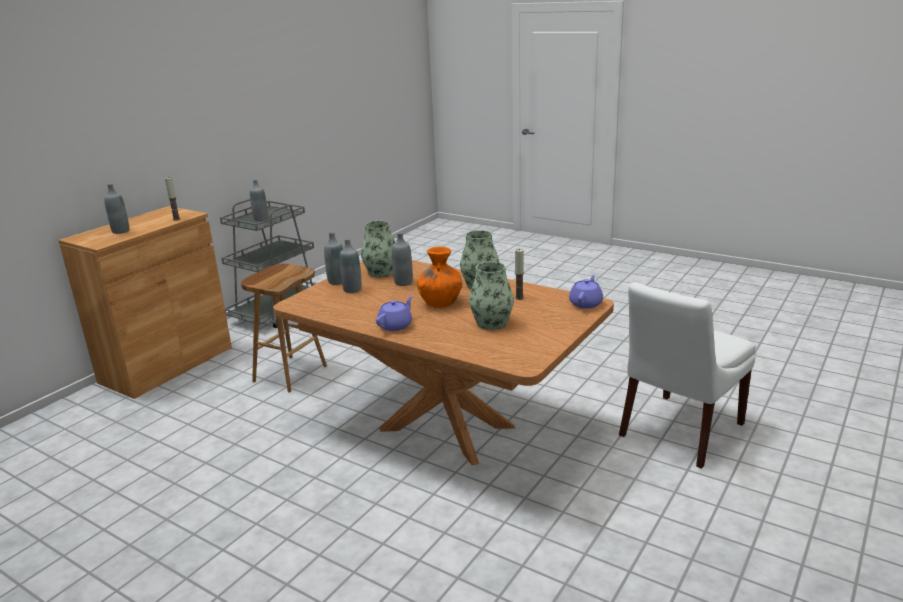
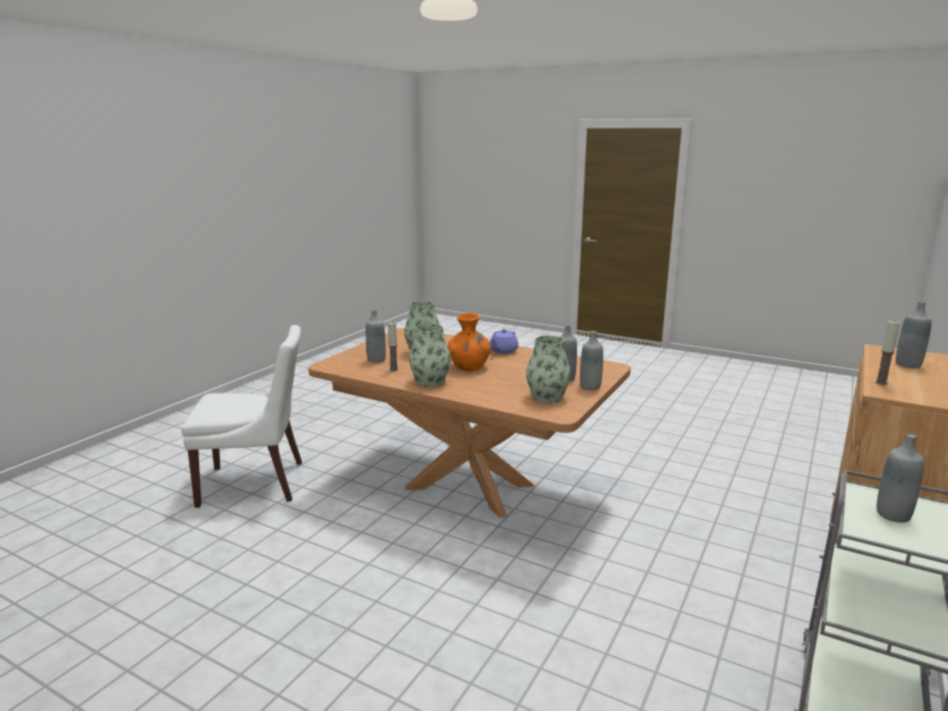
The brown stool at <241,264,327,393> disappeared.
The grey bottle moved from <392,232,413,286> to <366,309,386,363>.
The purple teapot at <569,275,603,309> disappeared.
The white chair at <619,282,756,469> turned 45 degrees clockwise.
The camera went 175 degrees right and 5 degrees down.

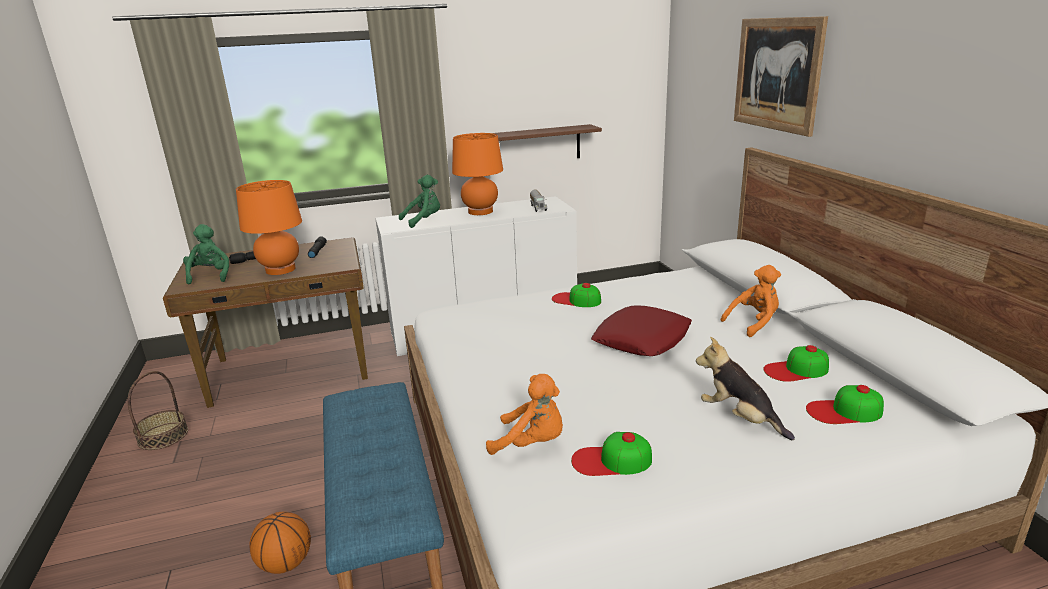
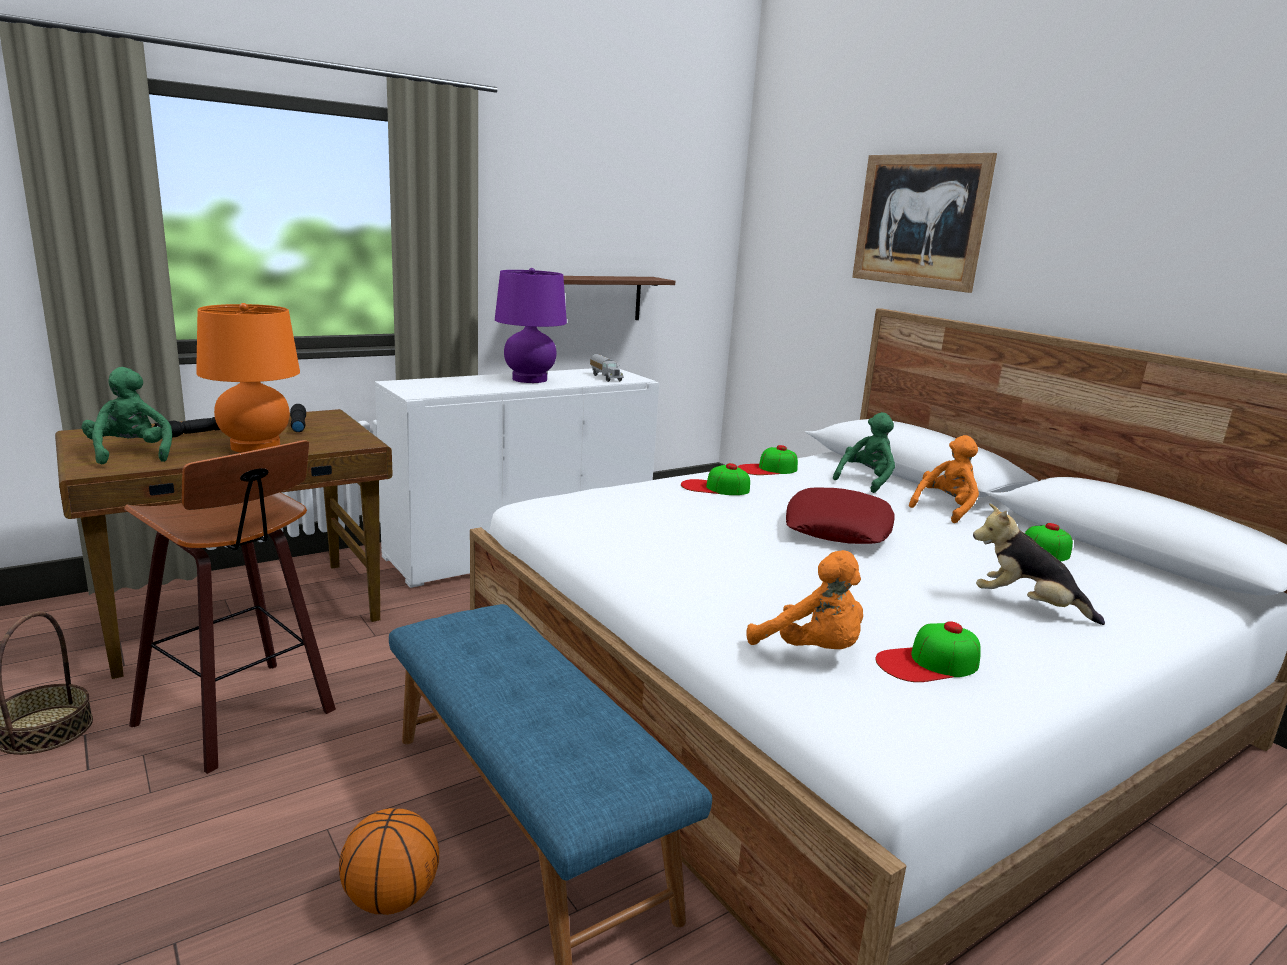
The green plush toy moved from <399,175,440,228> to <833,412,895,493>.
The orange table lamp at <452,133,503,215> became the purple table lamp at <495,268,567,383>.
The orange plush toy at <486,374,563,455> turned 45 degrees clockwise.
The cap moved from <806,385,884,424> to <738,445,798,475>.
The stool at <124,440,336,774> appeared.
The camera went 20 degrees left and 5 degrees down.

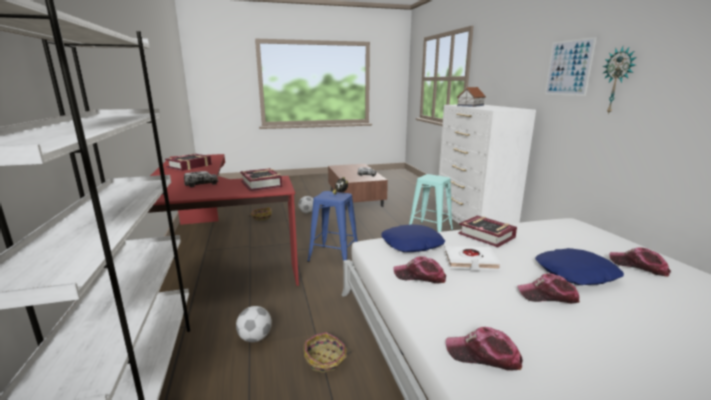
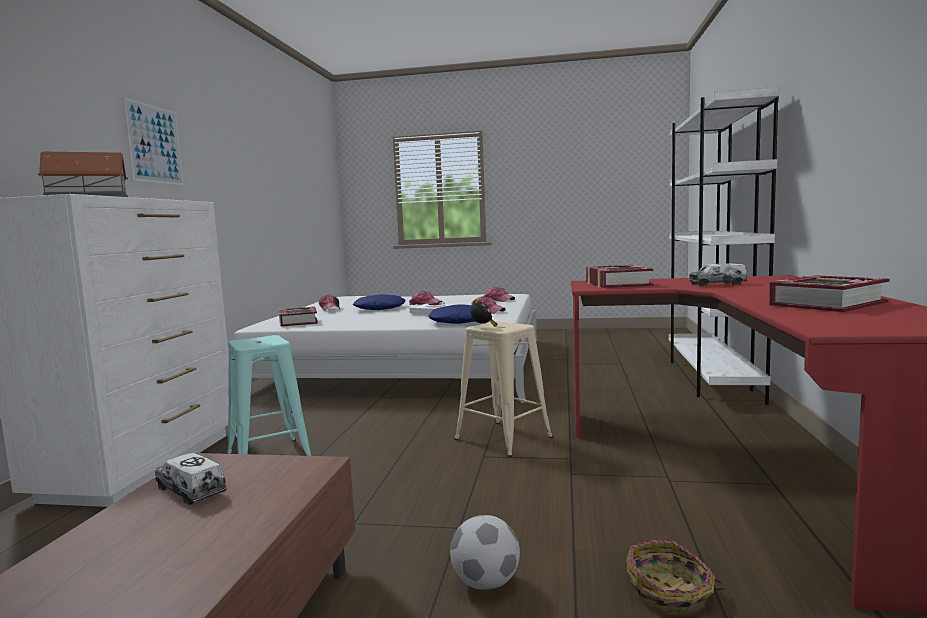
The football at <236,306,272,342> disappeared.
The basket at <303,332,352,373> disappeared.
The blue stool at <307,191,358,262> became the beige stool at <455,321,553,457>.
The book moved from <458,215,517,247> to <279,307,318,327>.
The wall clock at <602,46,637,115> disappeared.
The camera went 155 degrees left and 10 degrees down.

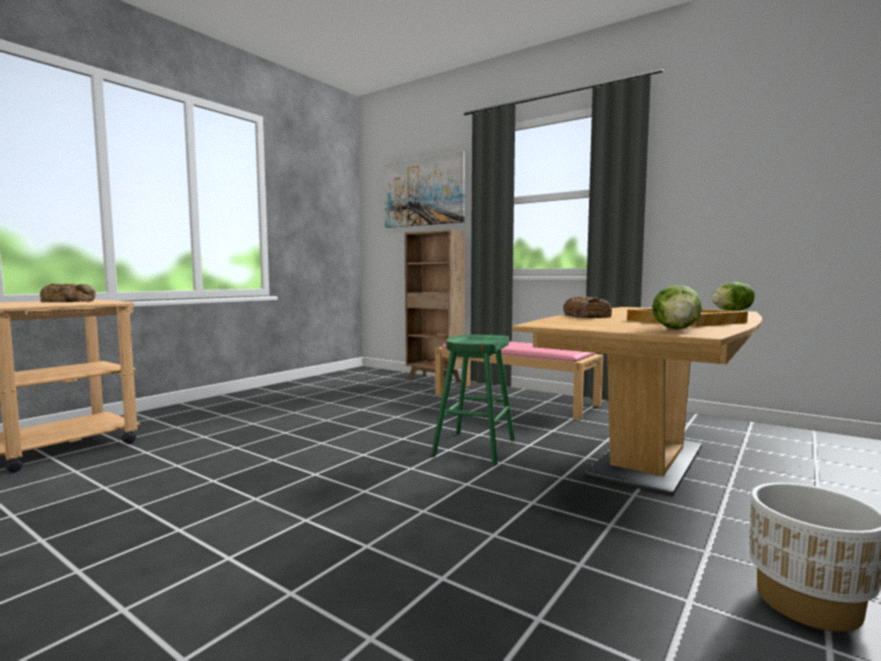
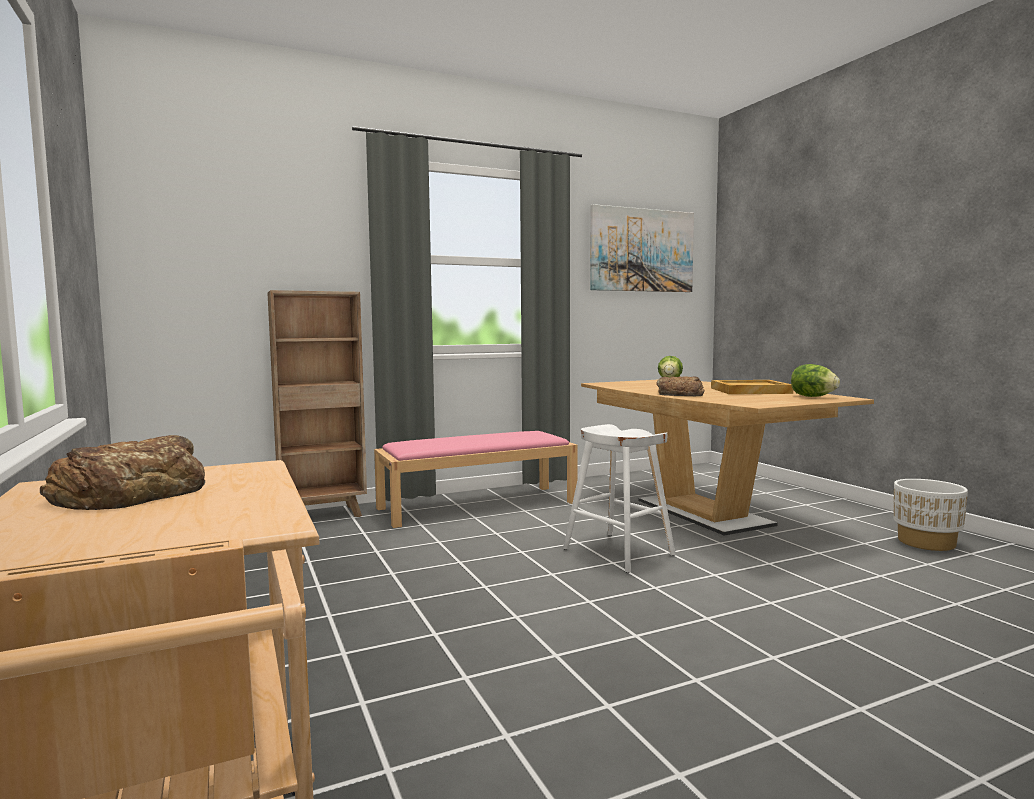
The picture moved from <384,151,465,228> to <590,204,694,292>.
The green stool at <431,335,515,465> became the white stool at <563,424,676,573>.
The camera went 60 degrees left and 0 degrees up.

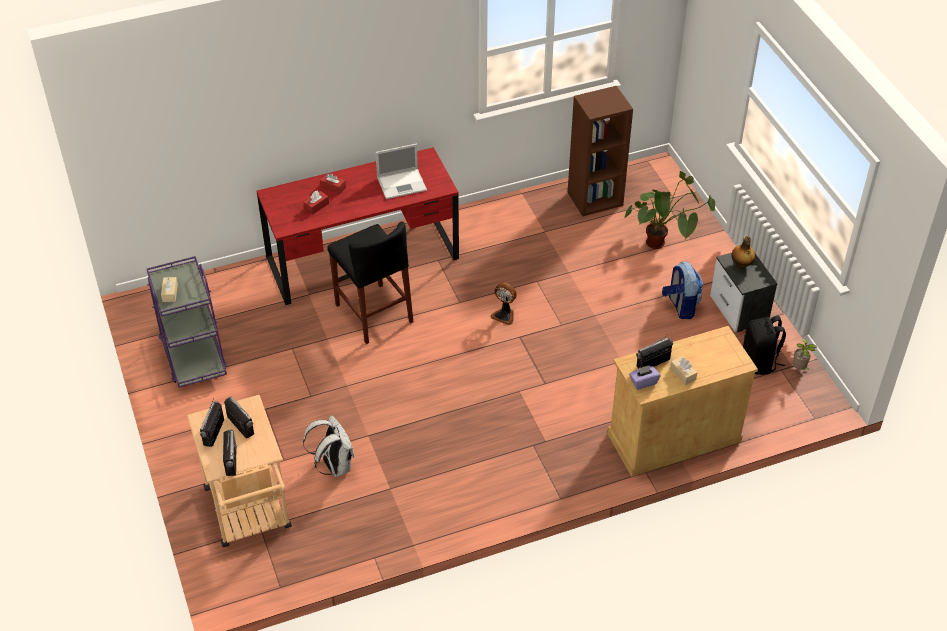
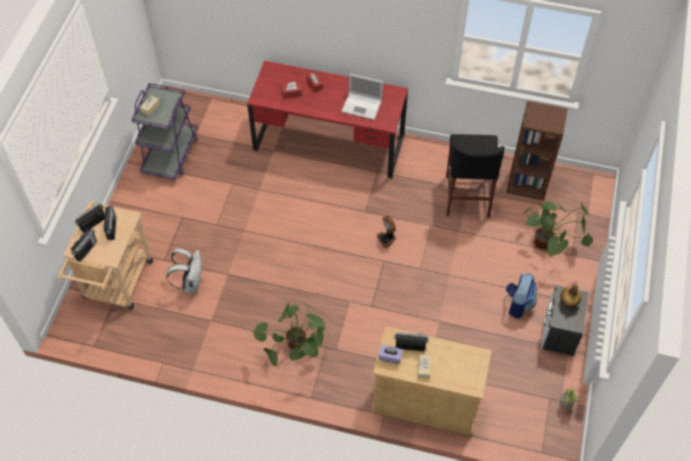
The black stool moved from <327,221,413,344> to <446,134,505,218>.
The black backpack at <743,316,786,375> disappeared.
The potted plant at <253,303,326,366> appeared.
The camera went 35 degrees right and 10 degrees up.

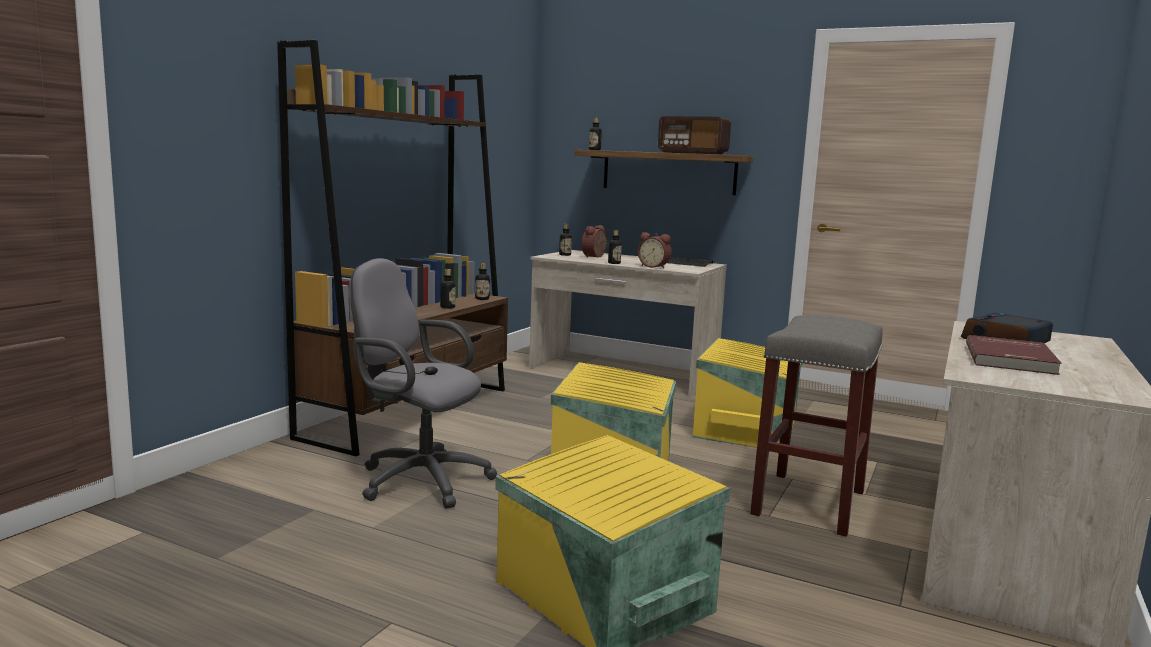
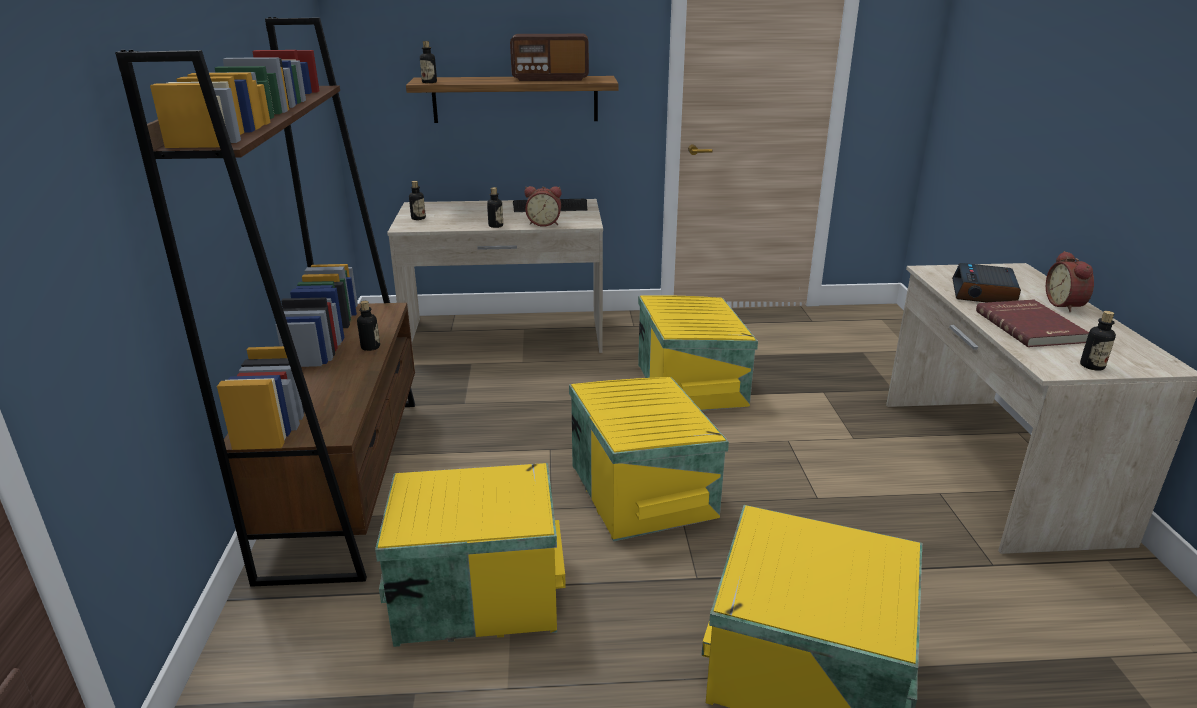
The grey office chair at <350,258,497,508> was replaced by the yellow storage box at <375,463,566,647>.
The bottle moved from <475,263,490,300> to <1080,311,1116,371>.
The alarm clock moved from <582,225,607,258> to <1046,251,1094,313>.
The grey stool at <750,315,883,537> disappeared.
The camera went 30 degrees left and 15 degrees up.

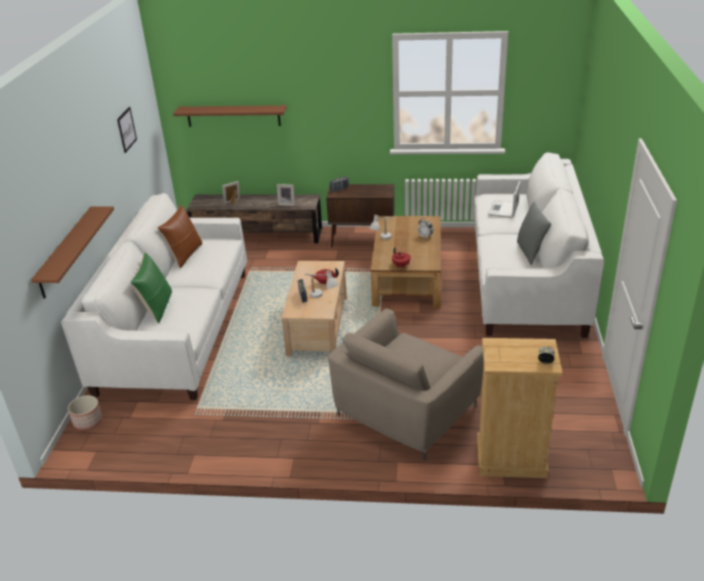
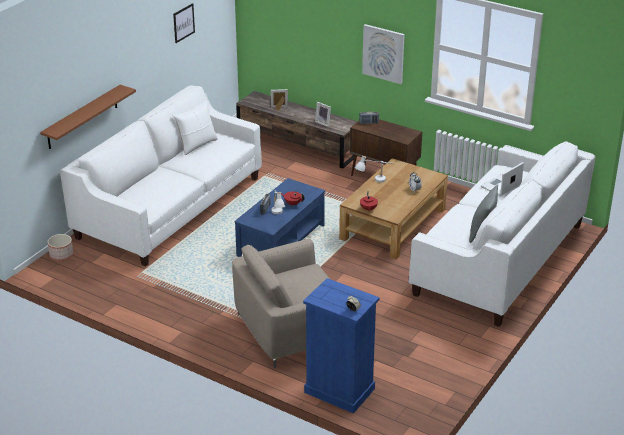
The green pillow at <131,253,172,323> disappeared.
The brown pillow at <157,205,202,268> became the white pillow at <173,100,218,155>.
The brown shelf at <173,105,287,127> disappeared.
The beige coffee table at <281,261,347,356> became the blue coffee table at <234,178,325,257>.
The beige dresser at <477,338,563,478> became the blue dresser at <303,278,380,414>.
The picture at <362,24,405,84> appeared.
The camera went 25 degrees right and 0 degrees up.

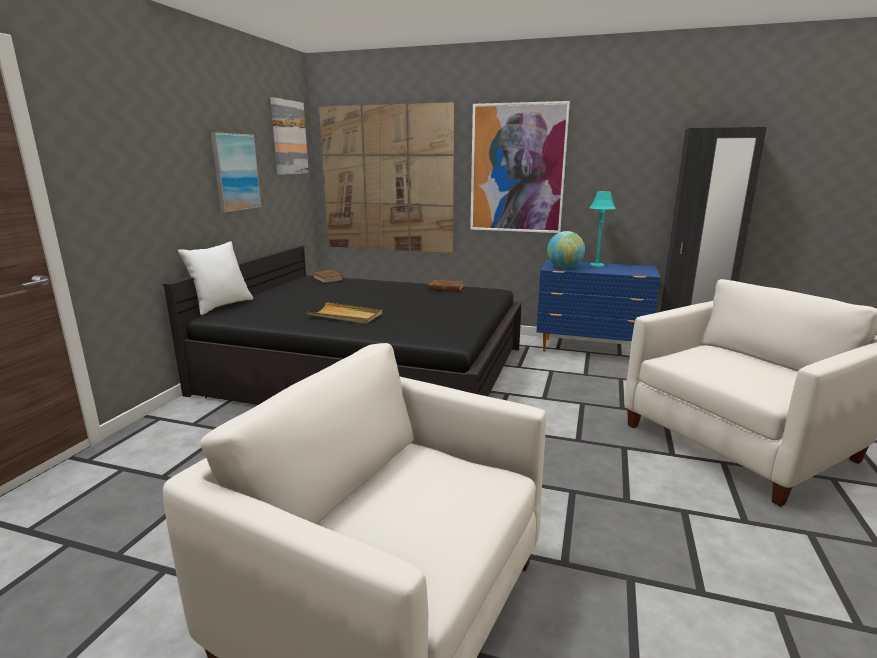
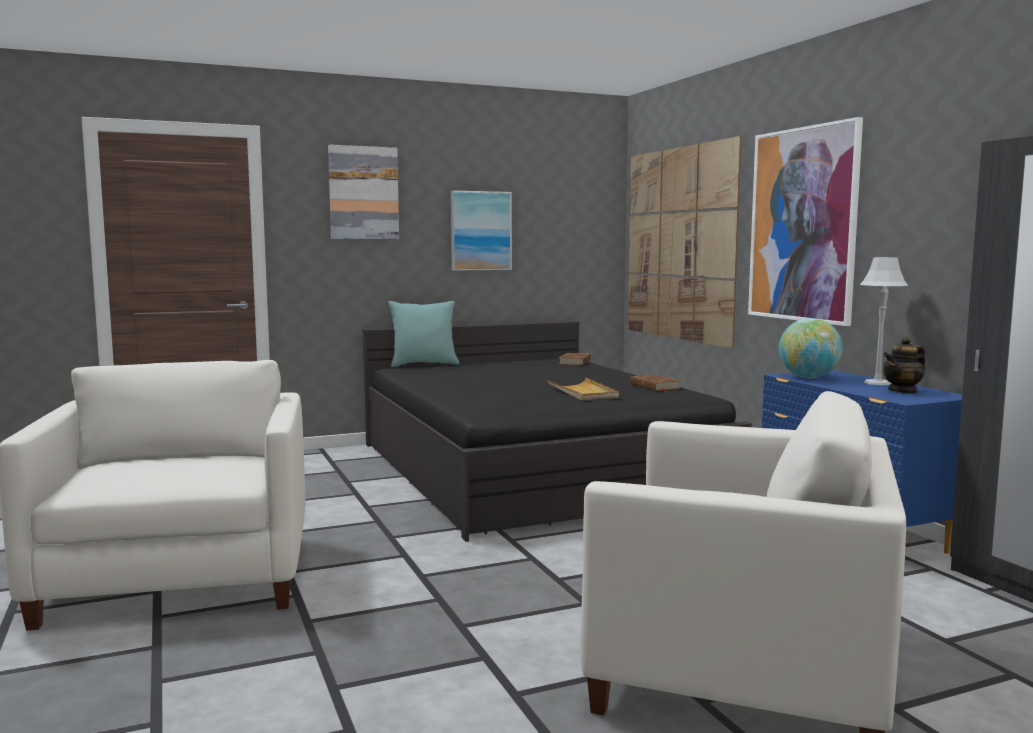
The white pillow at <178,241,253,315> became the turquoise pillow at <388,301,459,367>.
The picture moved from <270,97,309,175> to <328,145,399,239>.
The beige tray moved from <306,302,382,324> to <547,378,619,400>.
The turquoise table lamp at <589,191,616,267> became the grey table lamp at <860,257,908,385>.
The teapot at <883,337,925,394> appeared.
The camera went 50 degrees right and 10 degrees down.

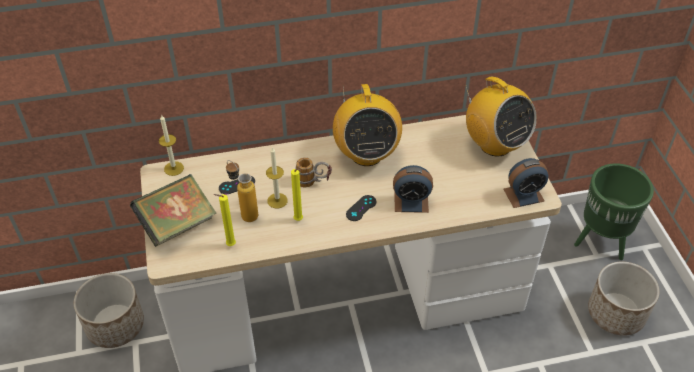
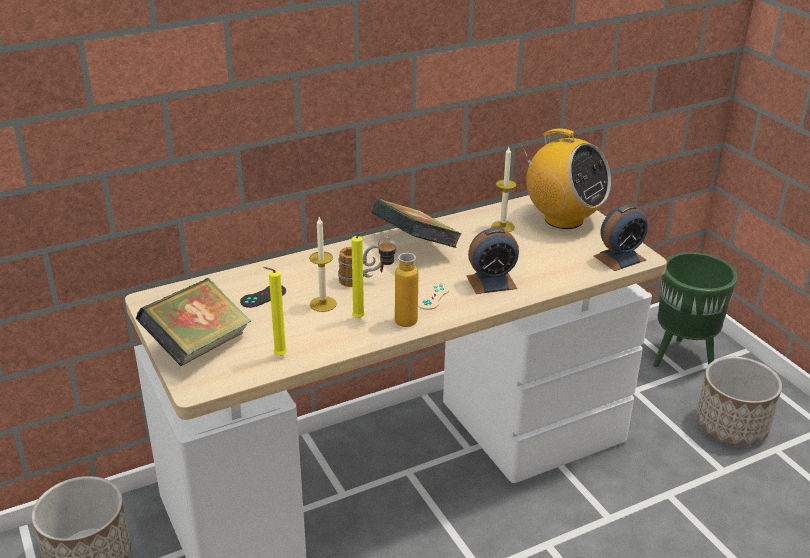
The candle moved from <159,114,184,176> to <491,147,517,232>.
The bottle moved from <226,160,258,222> to <378,237,419,327>.
The radio at <333,84,402,166> was replaced by the book at <371,199,462,248>.
The black game controller at <346,195,376,221> became the beige game controller at <418,282,450,310>.
The camera went 15 degrees left and 15 degrees down.

